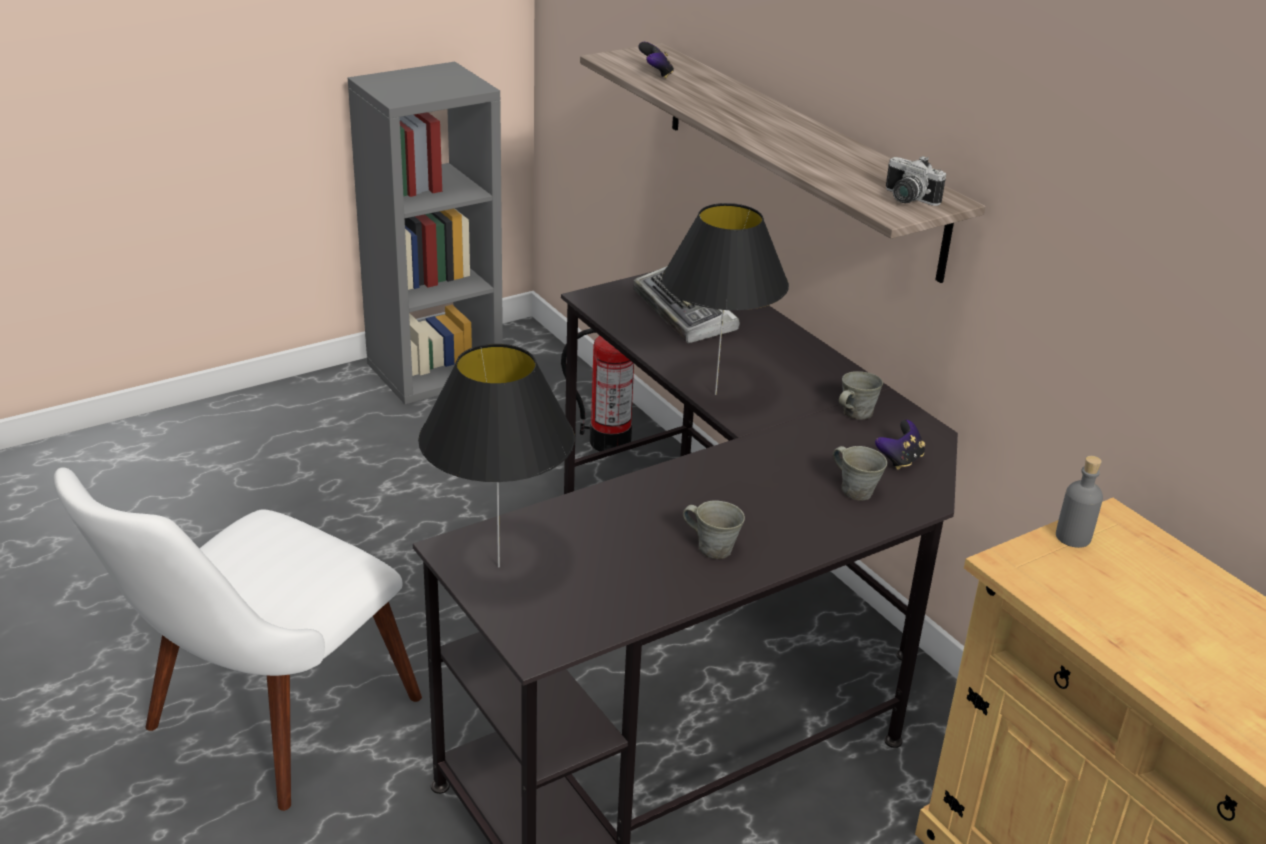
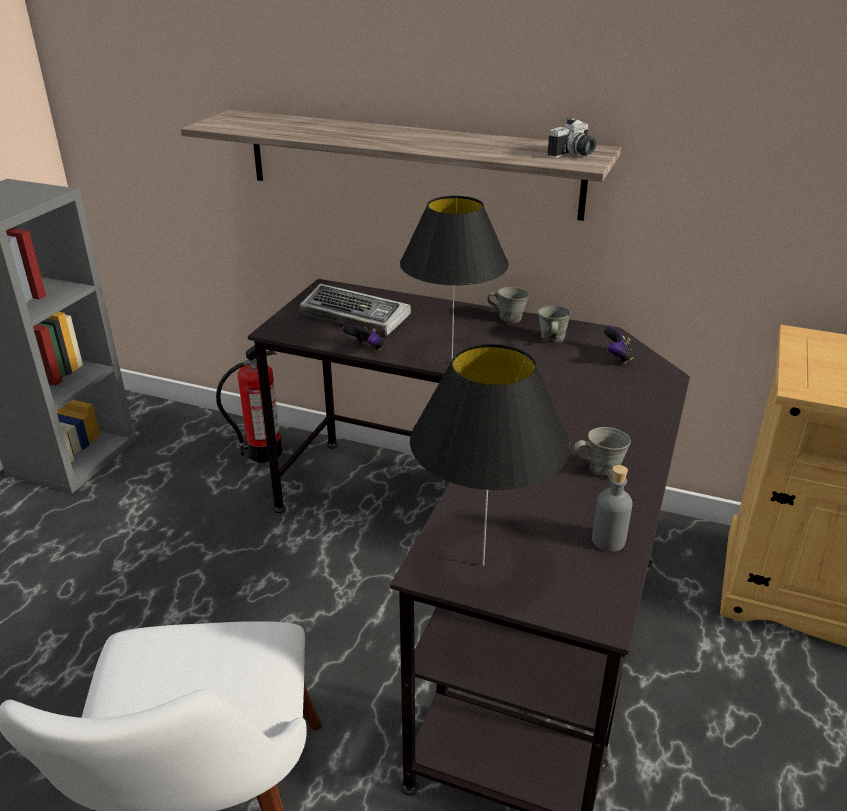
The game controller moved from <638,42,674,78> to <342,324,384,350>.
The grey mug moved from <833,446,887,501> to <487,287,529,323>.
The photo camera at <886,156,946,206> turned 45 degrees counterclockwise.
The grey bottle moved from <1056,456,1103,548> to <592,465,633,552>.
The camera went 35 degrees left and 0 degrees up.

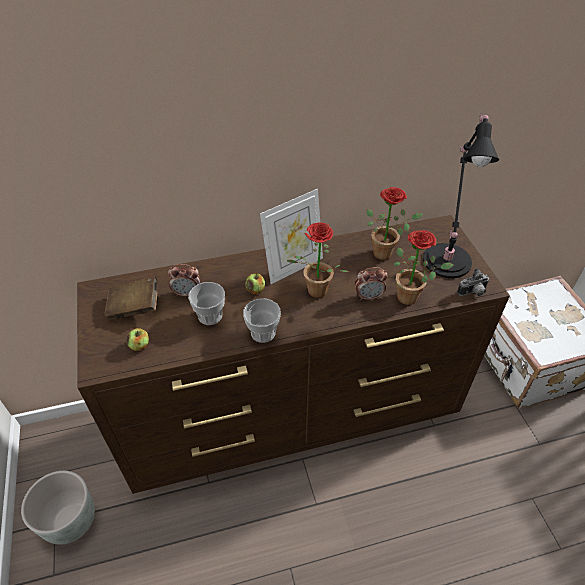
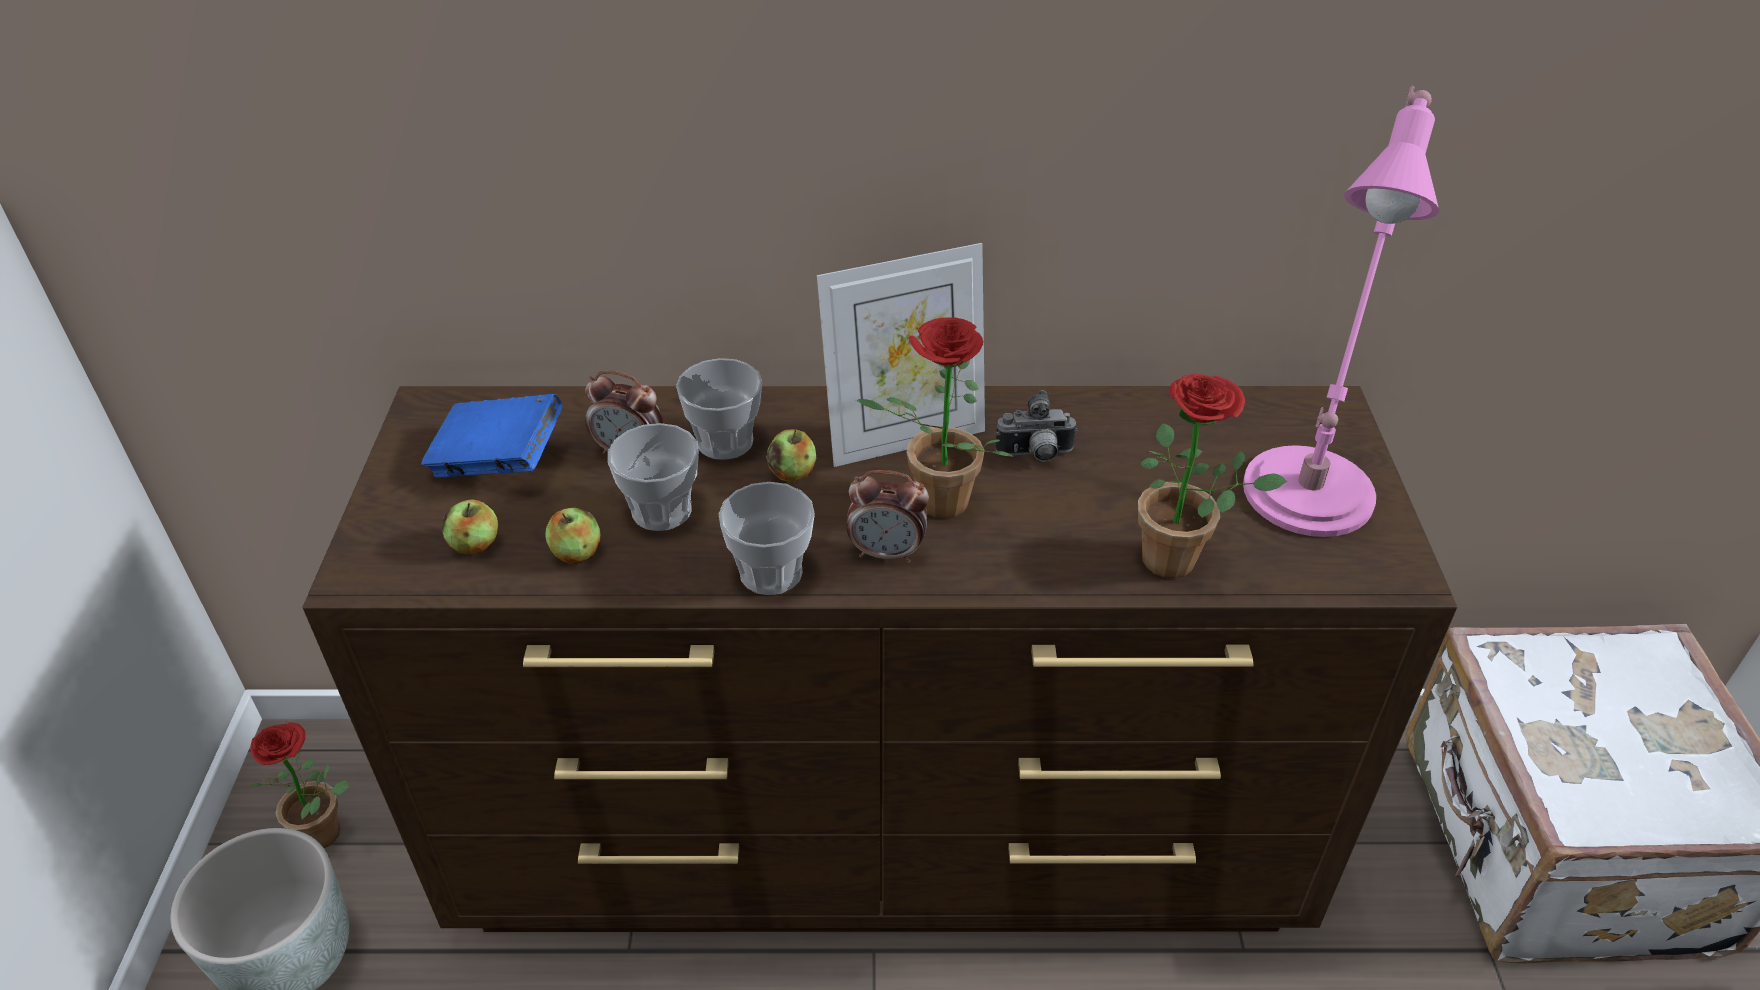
The brown book at <105,277,158,320> became the blue book at <421,394,562,478>.
The alarm clock moved from <355,267,388,301> to <847,470,929,563>.
The potted plant moved from <366,187,423,260> to <247,722,349,848>.
The black table lamp at <423,113,499,278> became the pink table lamp at <1243,86,1439,537>.
The photo camera moved from <457,268,489,296> to <995,390,1077,462>.
The apple at <545,508,601,564> appeared.
The cup at <676,358,762,460> appeared.
The camera went 15 degrees right and 5 degrees down.

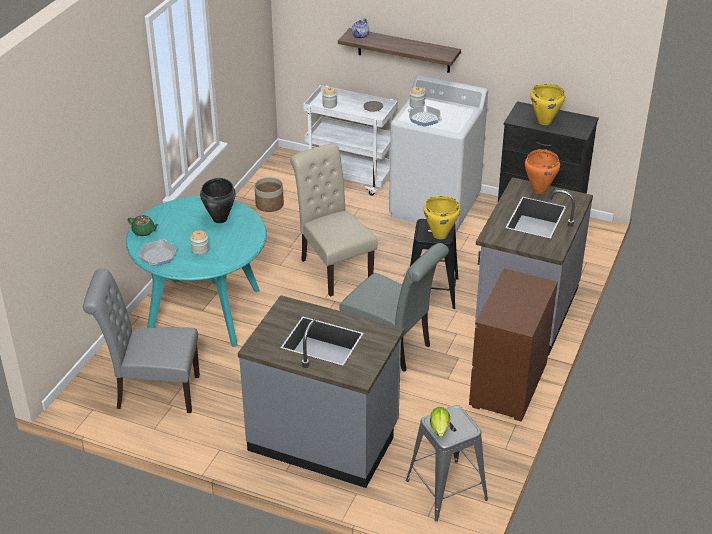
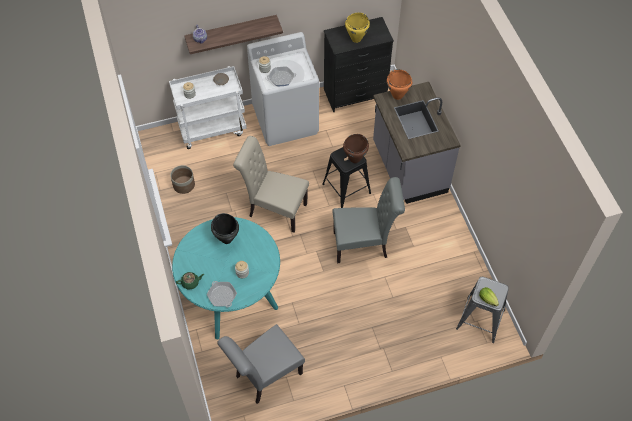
The grey counter at <238,295,405,488> disappeared.
The yellow cooking pot at <423,196,460,239> became the brown cooking pot at <343,134,369,163>.
The brown dresser at <469,269,558,422> disappeared.
The camera went 40 degrees left and 20 degrees up.

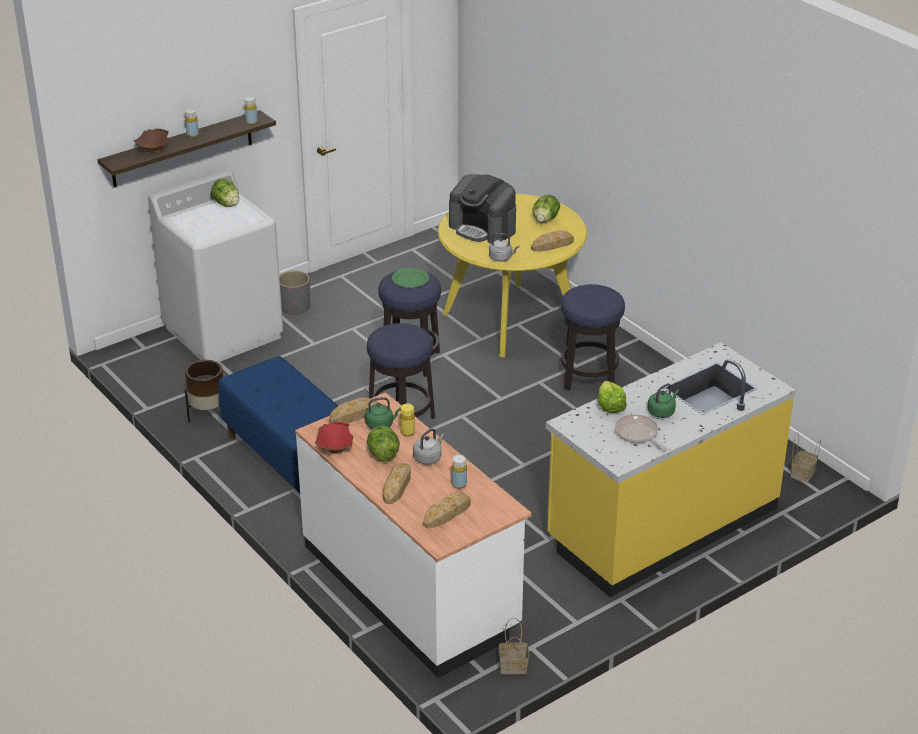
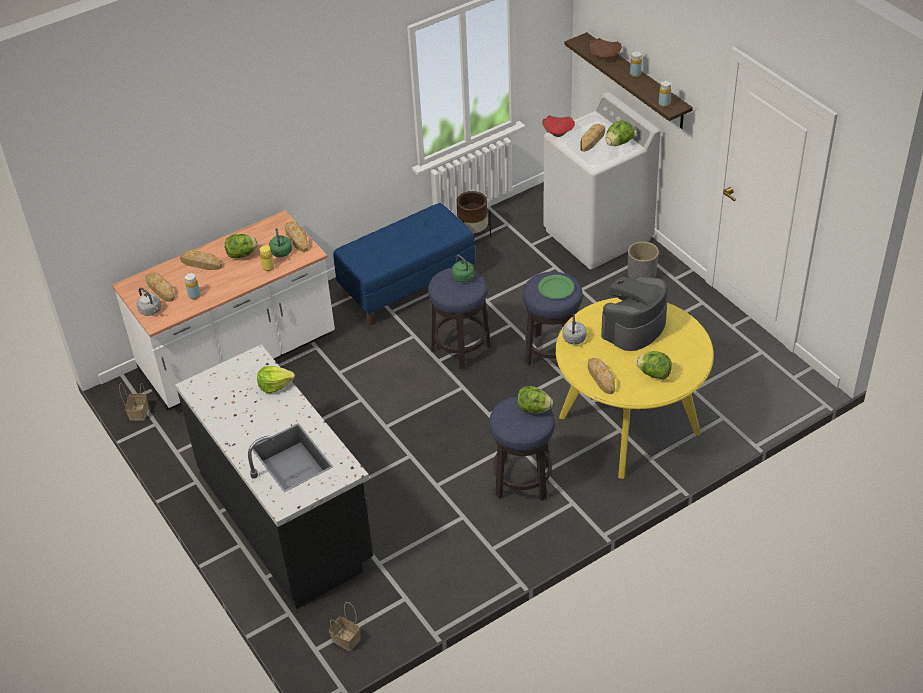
The red bowl moved from <315,422,353,453> to <542,115,575,137>.
The grey kettle moved from <413,428,444,465> to <136,288,161,316>.
The yellow counter at <546,343,796,597> became the black counter at <175,344,373,609>.
The frying pan at <615,414,668,451> disappeared.
The green kettle moved from <648,383,679,418> to <452,255,474,282>.
The lettuce at <517,386,553,414> appeared.
The bread at <580,124,605,152> appeared.
The camera went 95 degrees right and 10 degrees up.

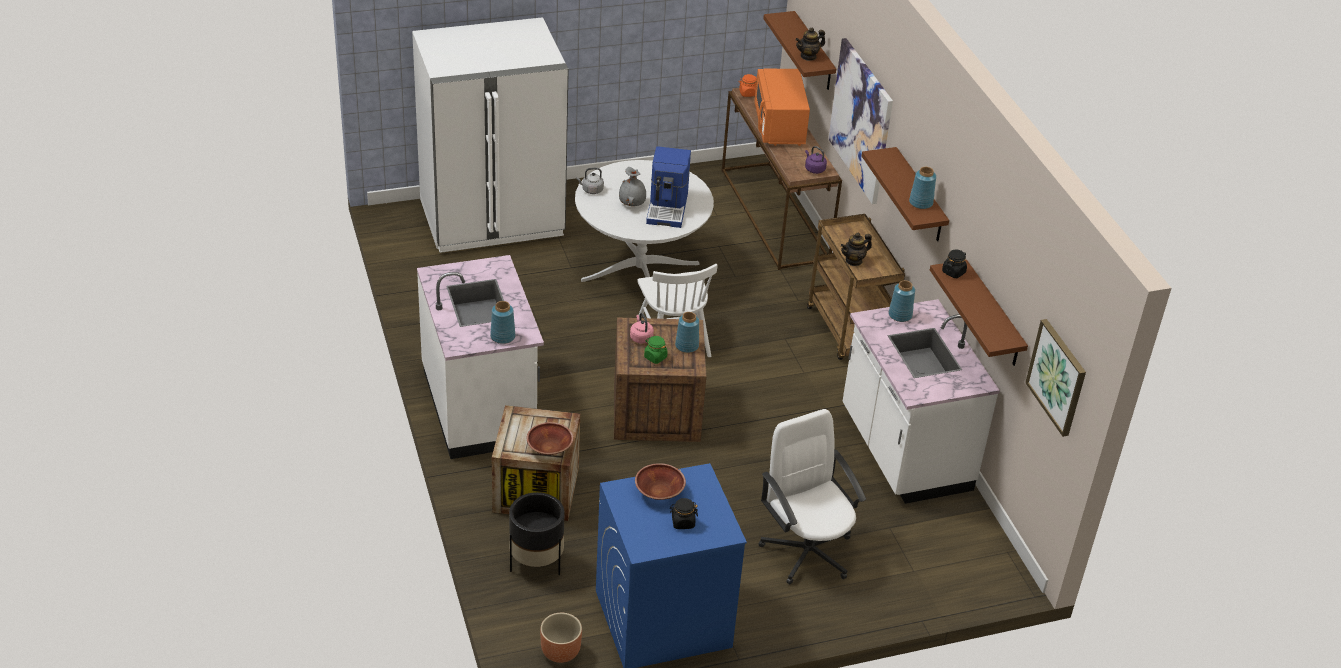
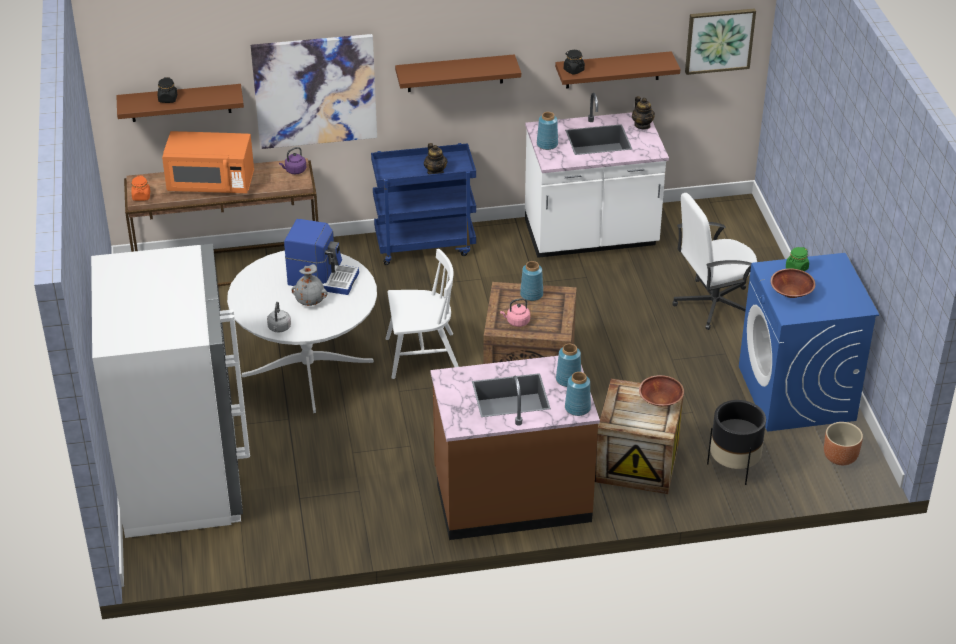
The white counter at <417,255,544,459> became the brown counter at <431,356,600,540>.
The green jar moved from <644,336,668,364> to <786,247,809,271>.
The black jar moved from <670,498,698,529> to <158,77,177,103>.
The teapot moved from <795,28,825,61> to <632,96,655,130>.
The brown cart at <807,214,905,360> became the blue cart at <371,143,476,265>.
The blue vase moved from <909,167,936,209> to <565,372,591,416>.
The camera went 80 degrees left and 0 degrees up.

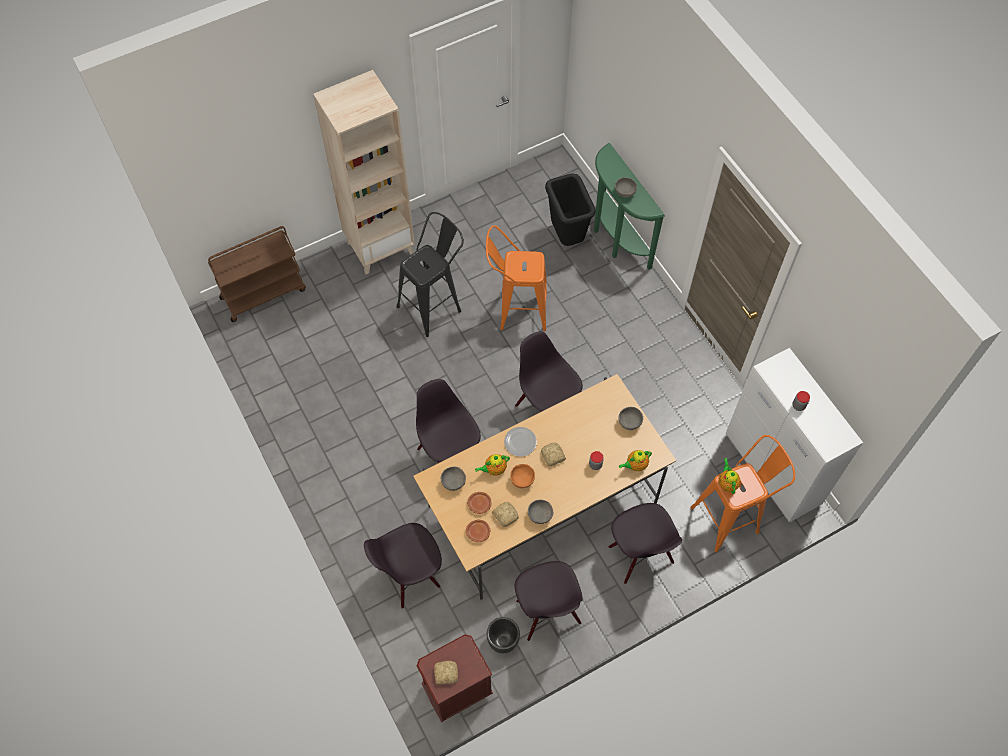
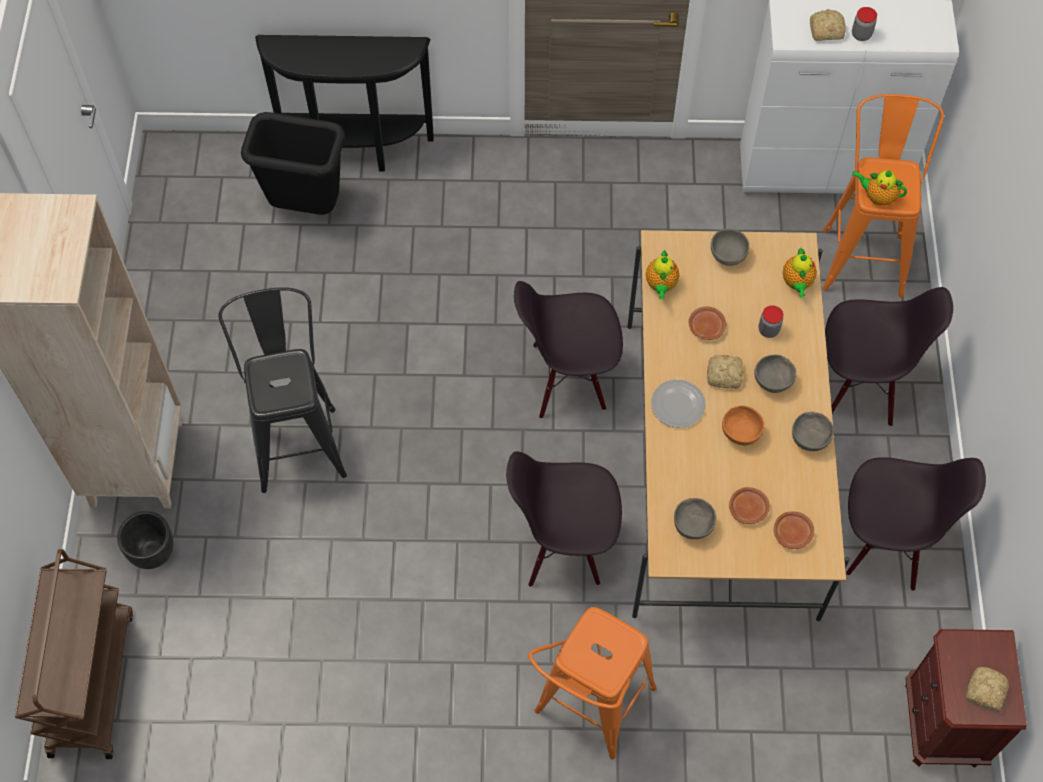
The black chair at <364,523,442,609> disappeared.
The teapot moved from <475,454,510,475> to <646,249,679,300>.
The orange stool moved from <486,225,547,331> to <528,607,657,759>.
The black planter moved from <487,617,520,653> to <117,511,174,569>.
The bread moved from <492,502,519,527> to <810,9,846,41>.
The green console table at <594,143,665,270> became the black console table at <255,35,434,172>.
The grey bowl moved from <615,177,637,198> to <754,355,796,393>.
The brown plate at <689,306,726,340> appeared.
The camera went 60 degrees left and 0 degrees up.

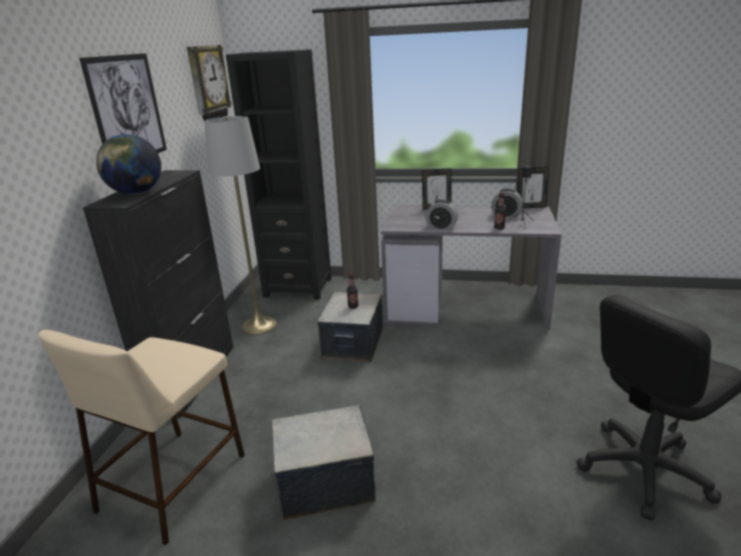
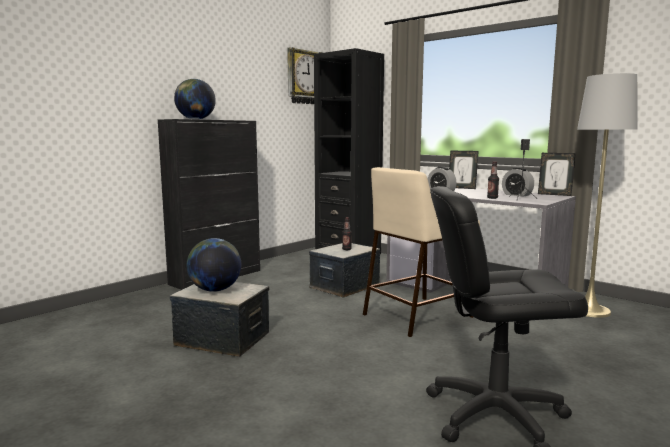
The beige stool moved from <38,330,245,545> to <363,167,480,337>.
The picture at <79,53,167,153> disappeared.
The grey floor lamp moved from <204,116,277,335> to <577,73,638,318>.
The globe at <187,238,241,292> appeared.
The camera went 30 degrees right and 15 degrees down.

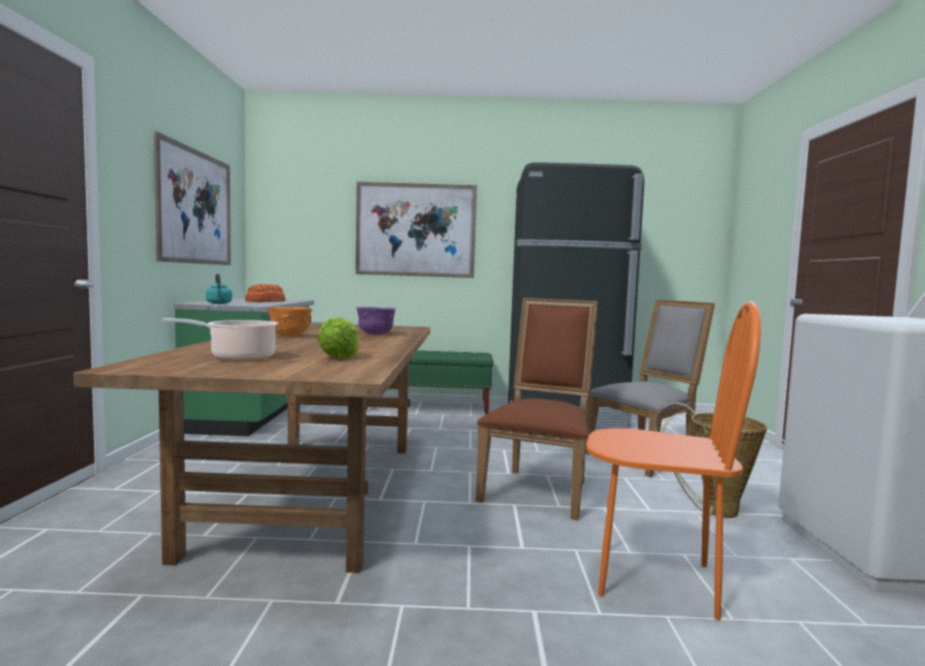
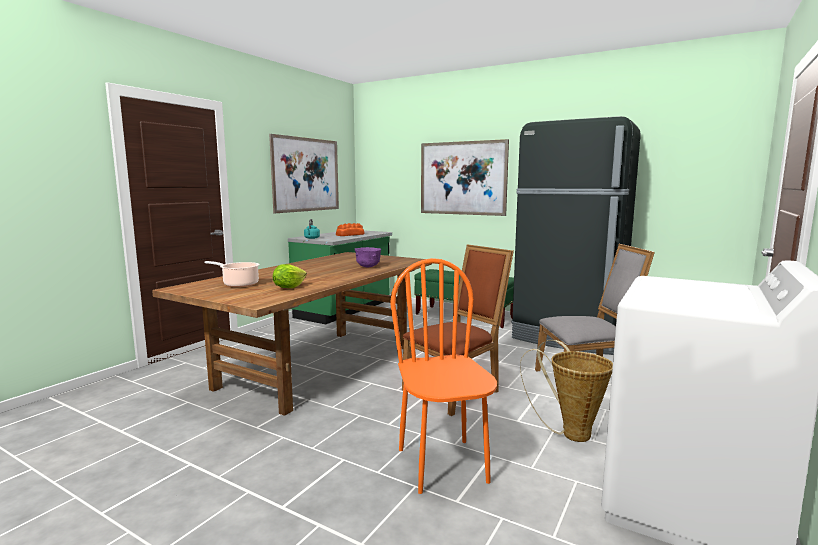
The orange bowl at <268,306,312,337> disappeared.
The orange chair at <586,301,761,621> turned 150 degrees counterclockwise.
The camera went 30 degrees right and 5 degrees up.

